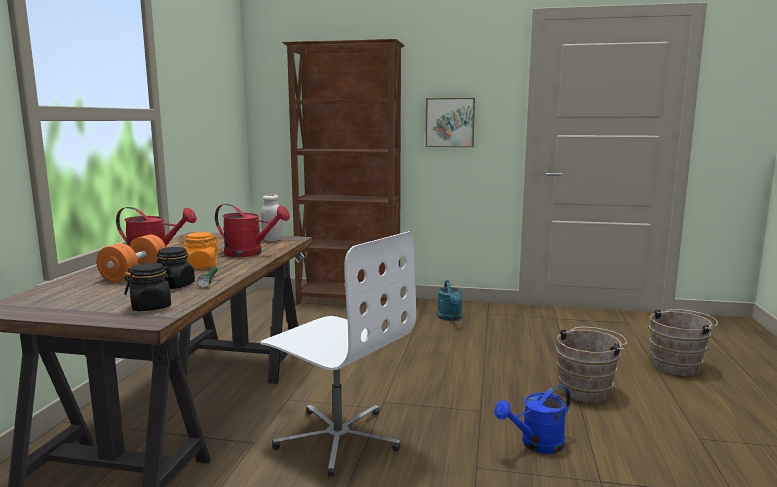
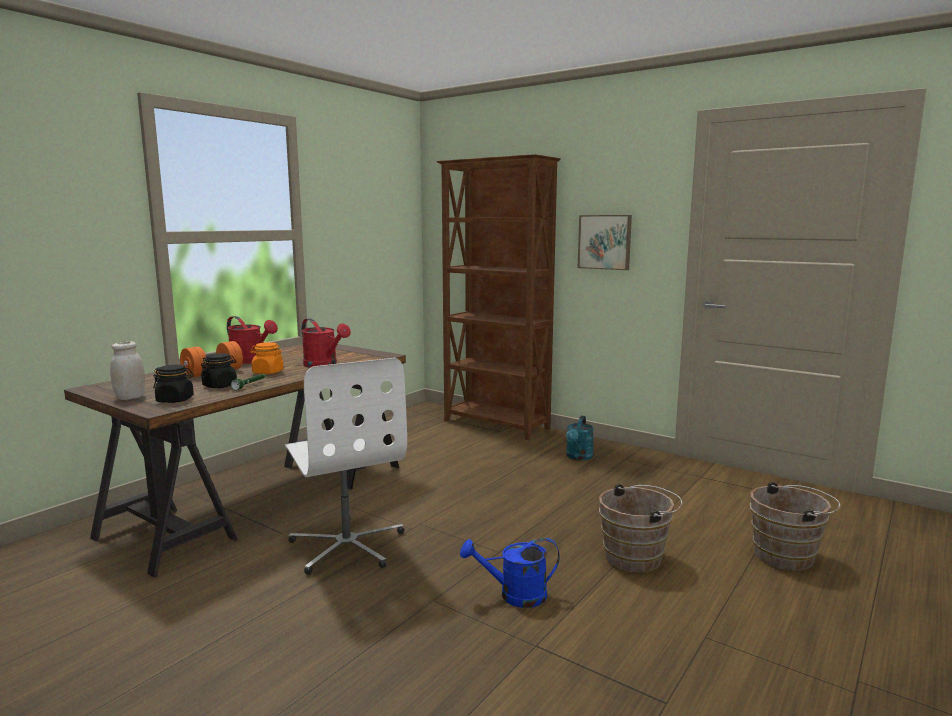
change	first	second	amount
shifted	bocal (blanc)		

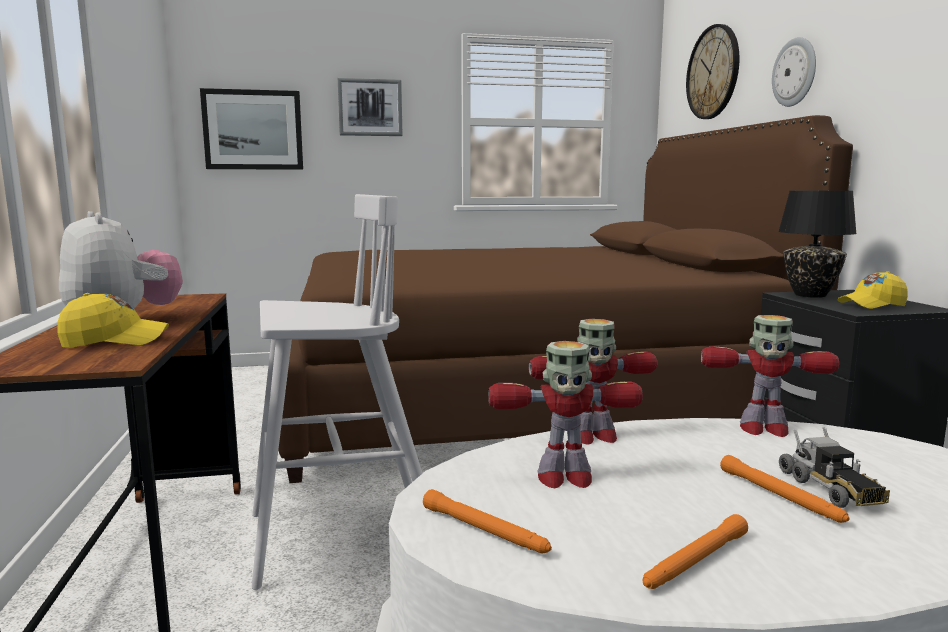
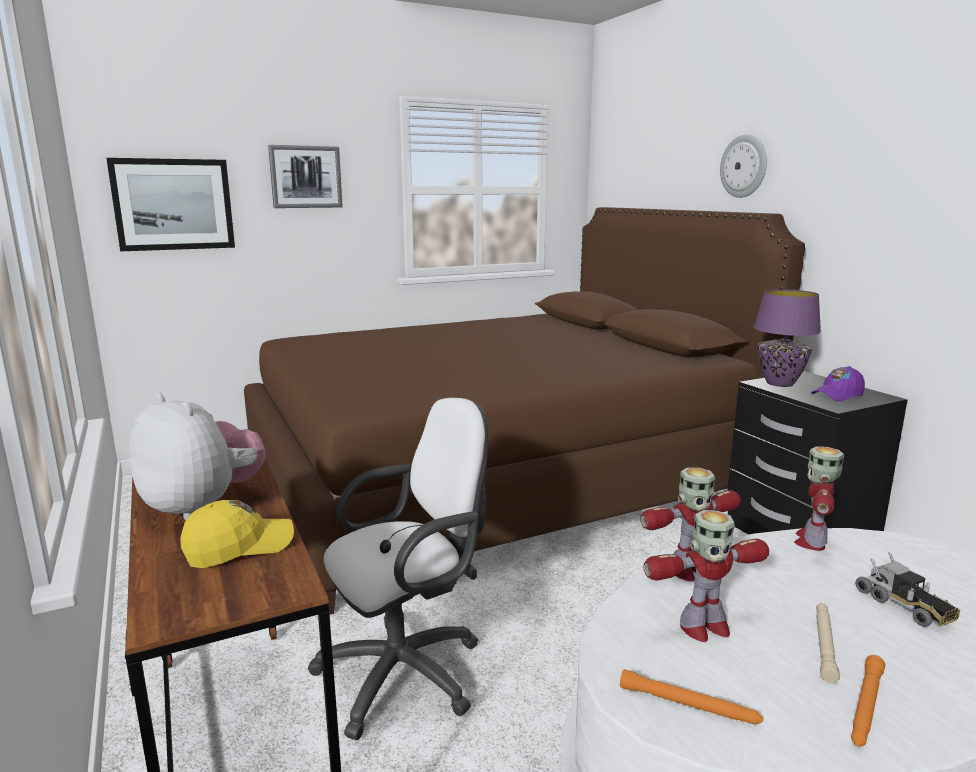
change	first	second	amount
swapped	tabouret (blanc)	chaise de bureau (blanc)	
repainted	lampe de table (noir)	lampe de table (violet)	
rotated	robot jouet (no. 3 from left)		120 degrees clockwise
repainted	casquette (jaune) (no. 2 from left)	casquette (violet)	
new		lampe de poche (beige)	
gone	horloge murale (no. 1 from left)		
gone	lampe de poche (orange) (no. 3 from left)		

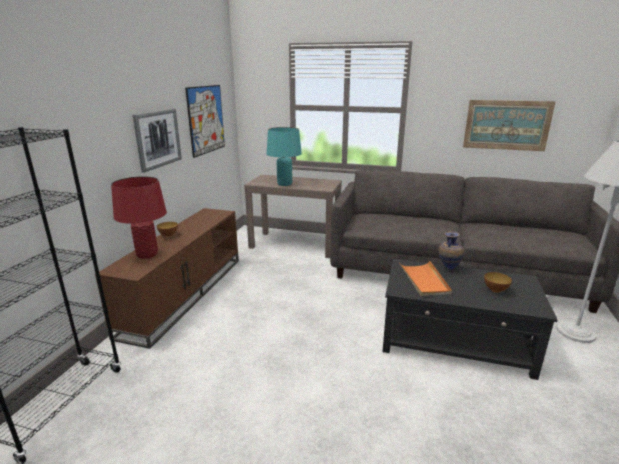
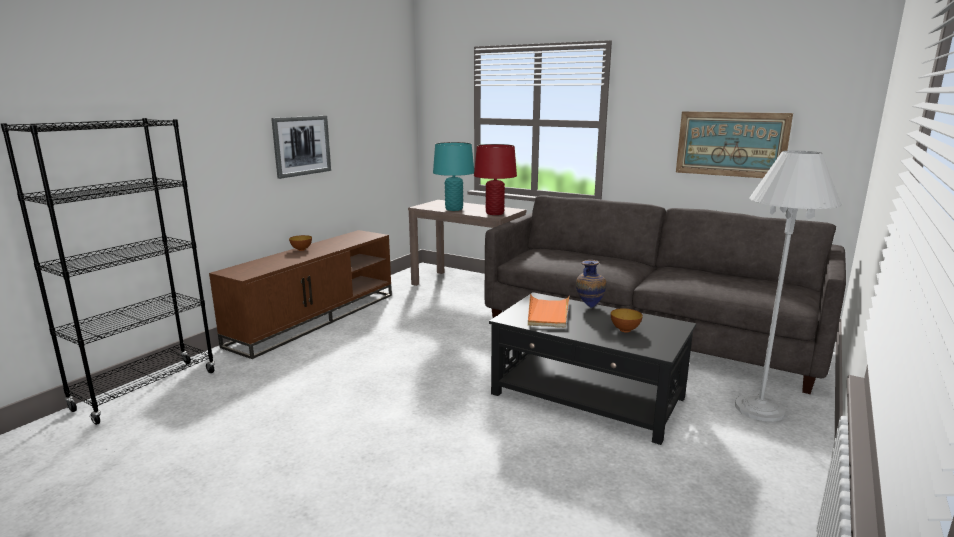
change	first	second	amount
shifted	lampe de table (rouge)		
gone	tableau (no. 2 from left)		

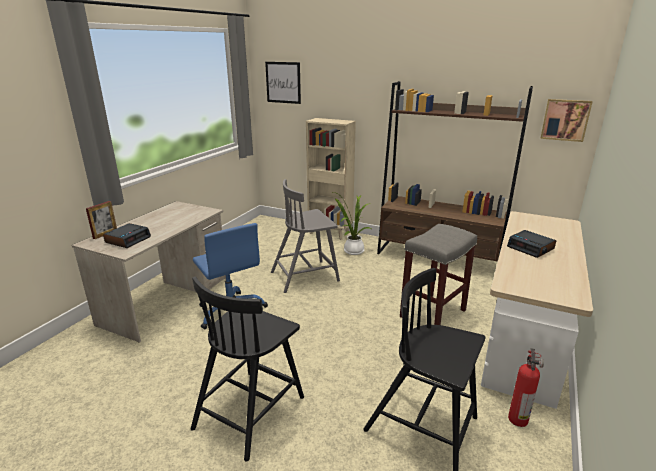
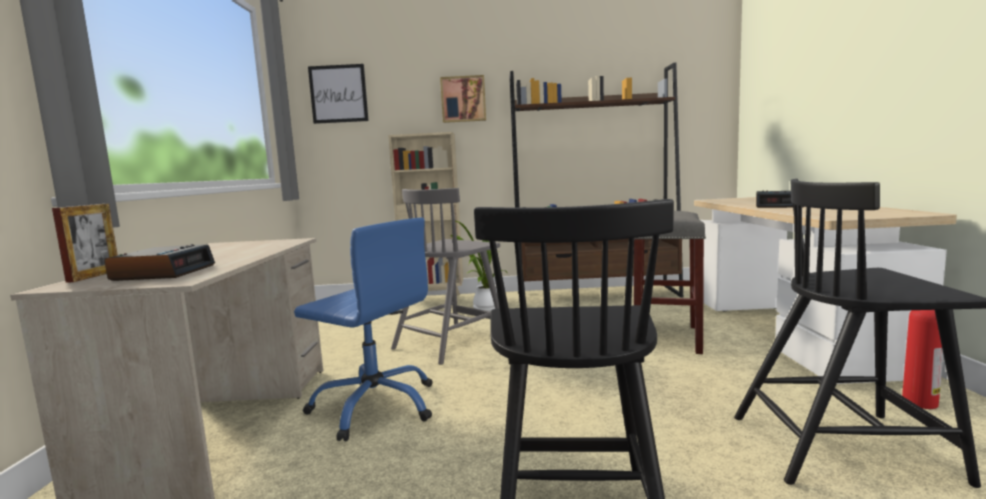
change	first	second	amount
shifted	tableau (no. 2 from left)		

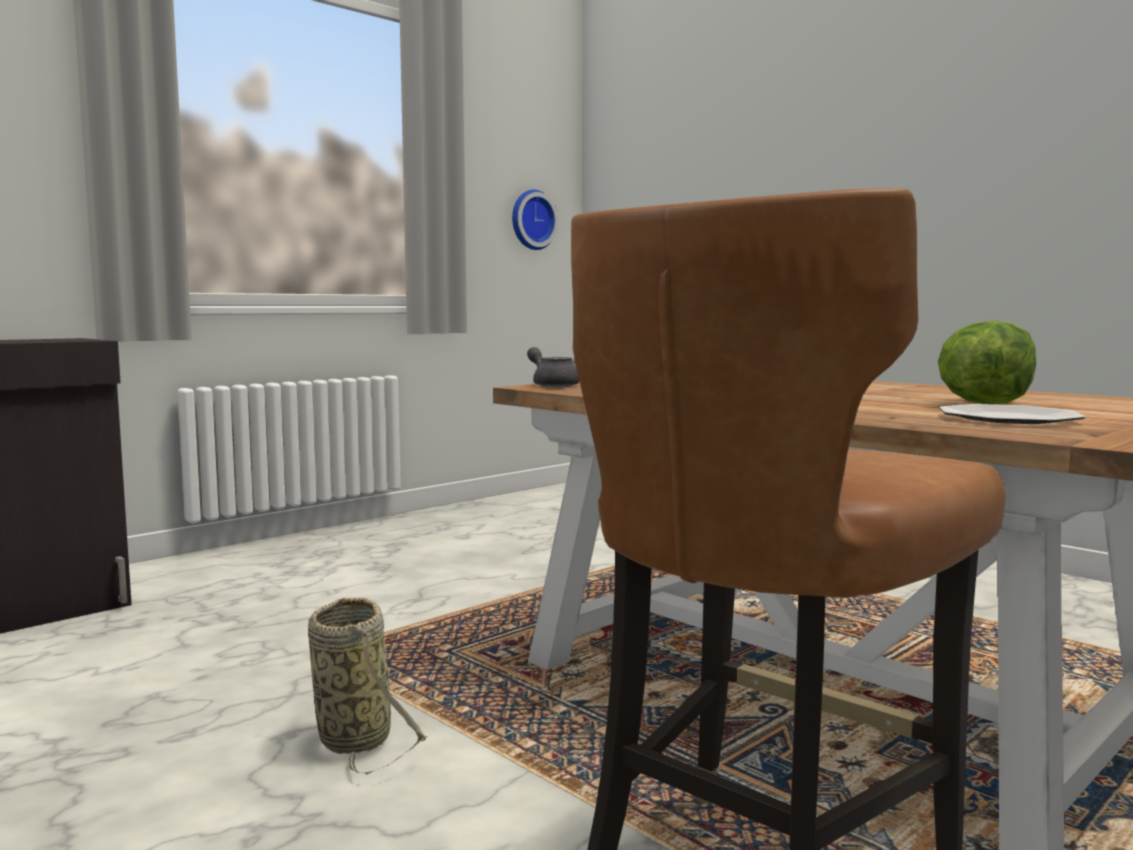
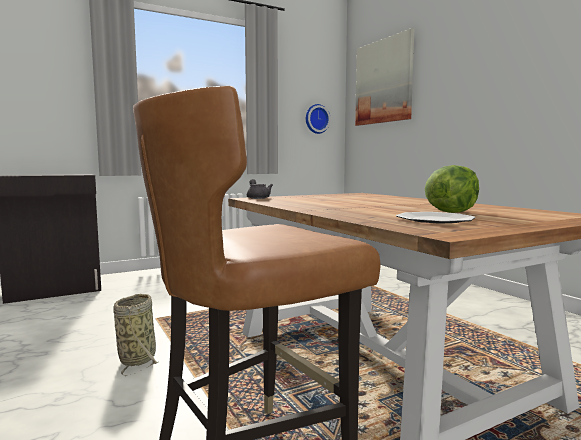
change	first	second	amount
new		tableau	

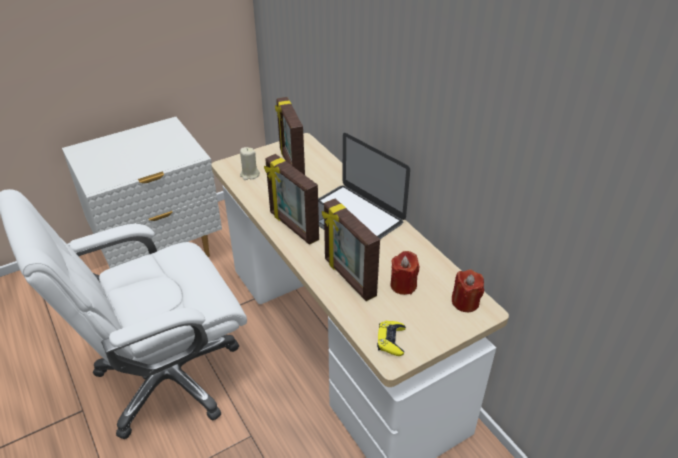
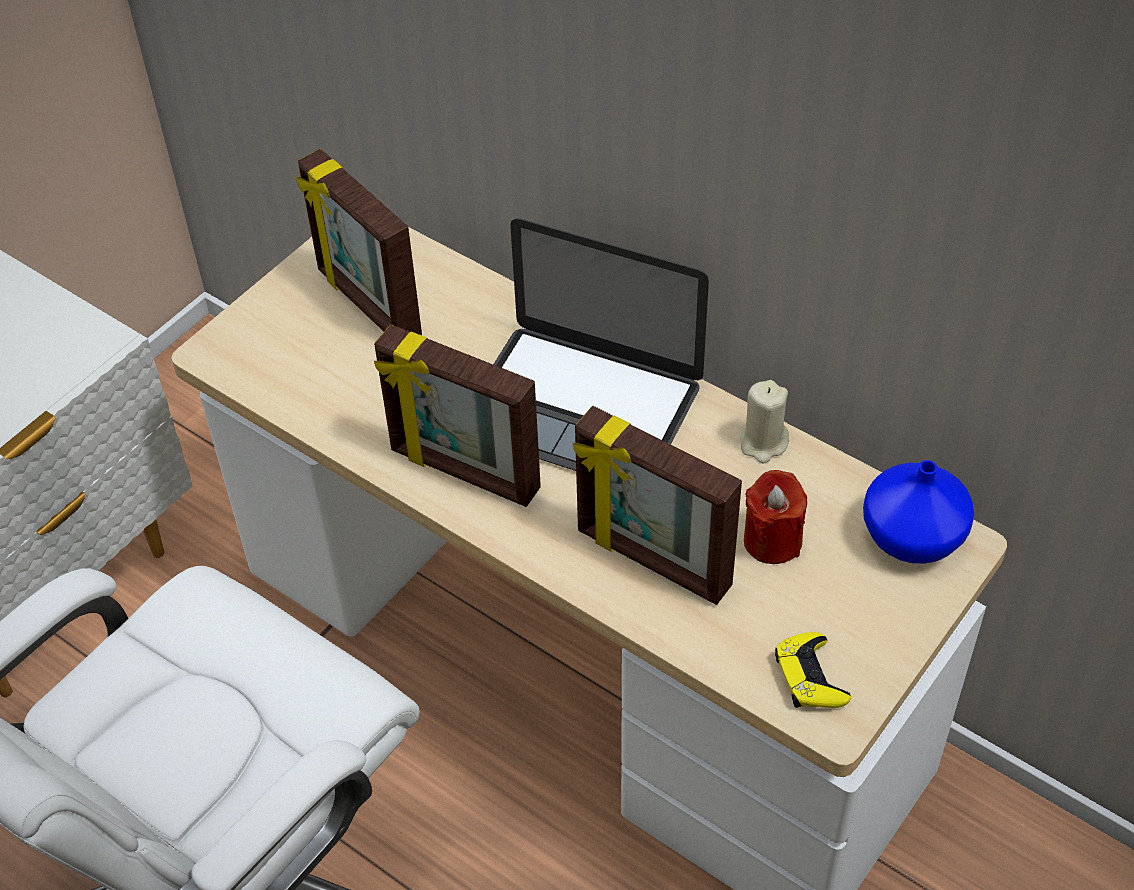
change	first	second	amount
shifted	bougie (beige)		
swapped	bougie (rouge) (no. 2 from left)	vase (bleu)	

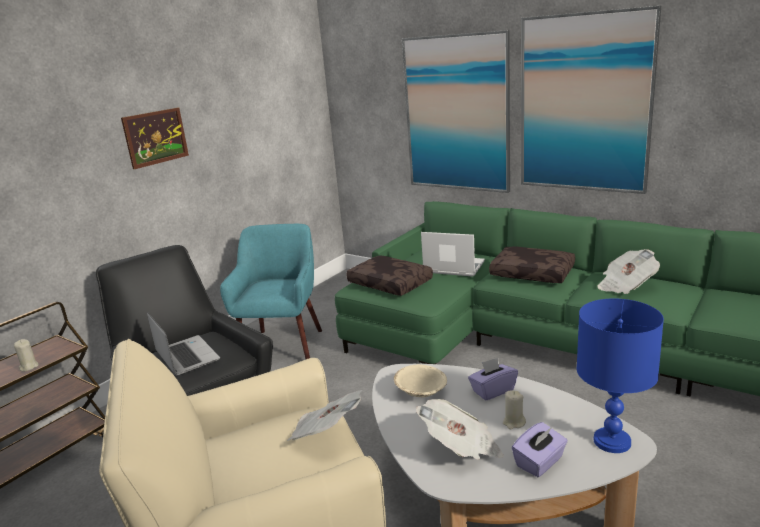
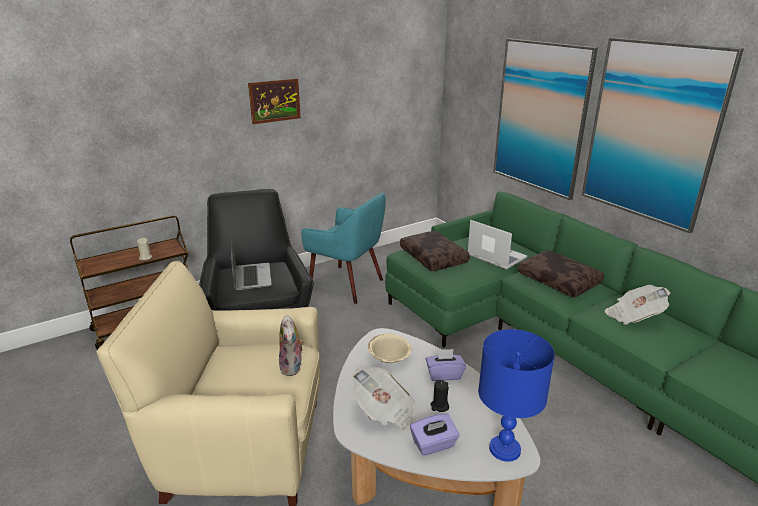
change	first	second	amount
swapped	journal (no. 1 from left)	peluche	
rotated	fauteuil (turquoise)		90 degrees clockwise
repainted	bougie (beige) (no. 2 from left)	bougie (noir)	

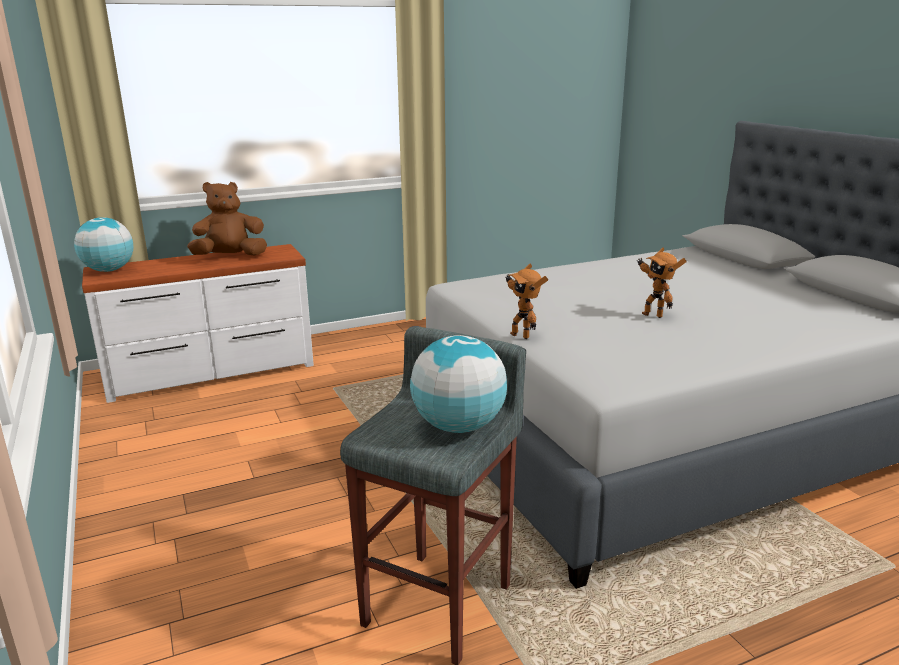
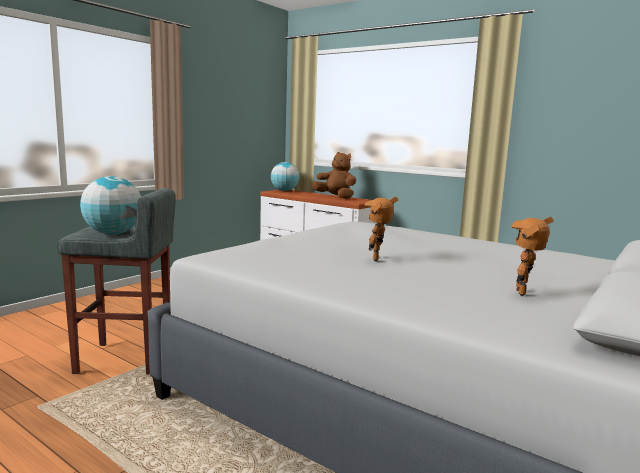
change	first	second	amount
shifted	robot jouet (no. 1 from left in the first image)	robot jouet (no. 2 from left)	

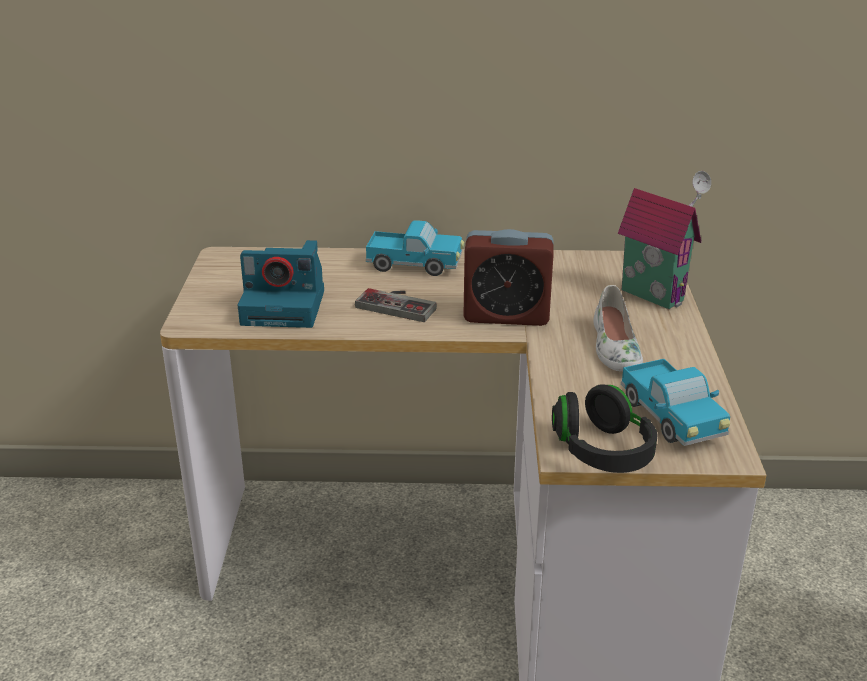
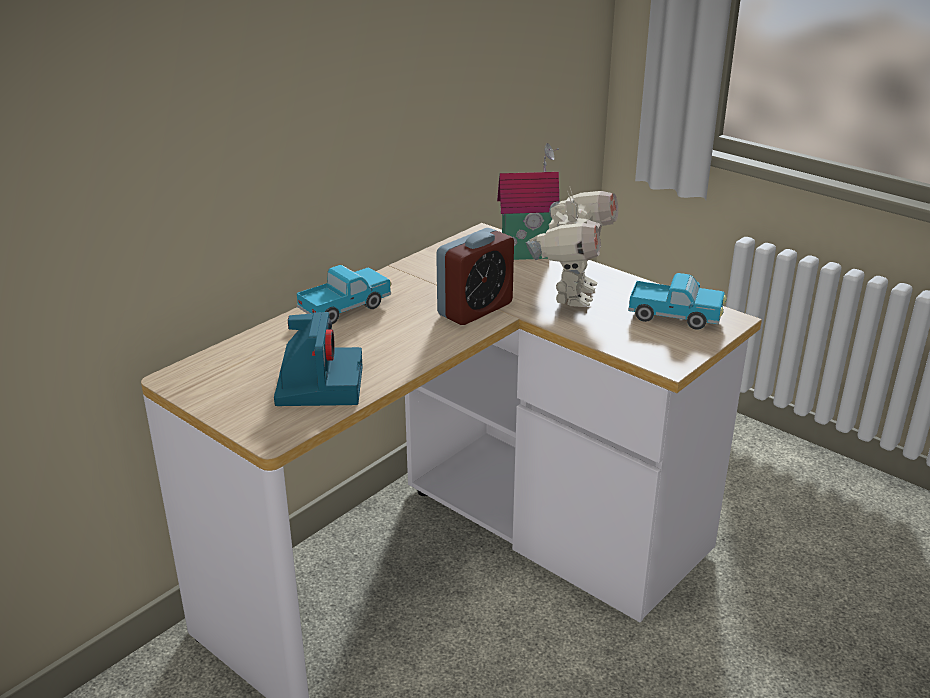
change	first	second	amount
rotated	appareil photo		45 degrees counterclockwise
swapped	chaussure (blanc)	robot jouet	
gone	manette		
gone	casque audio (noir)		

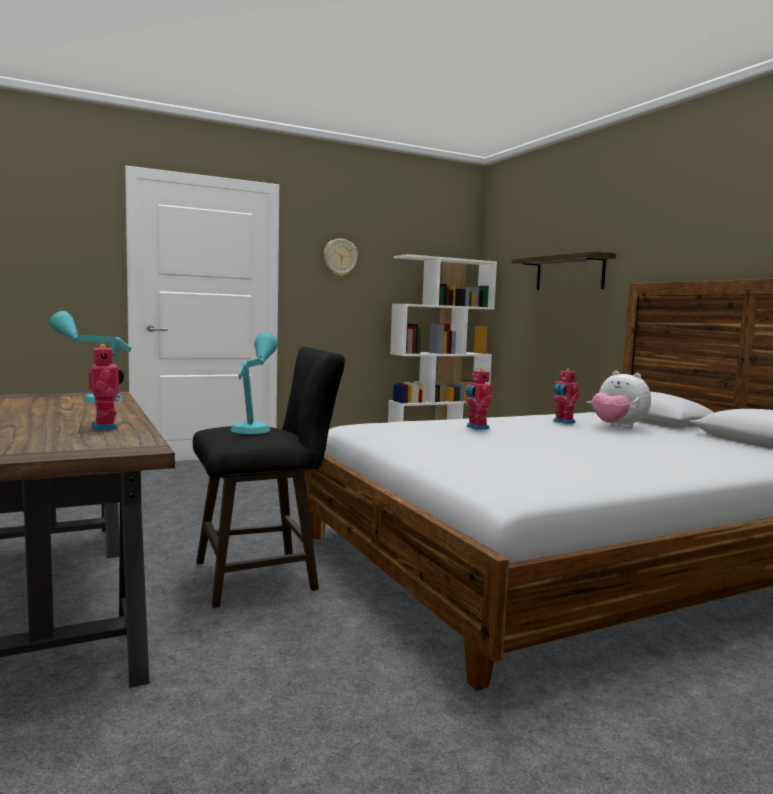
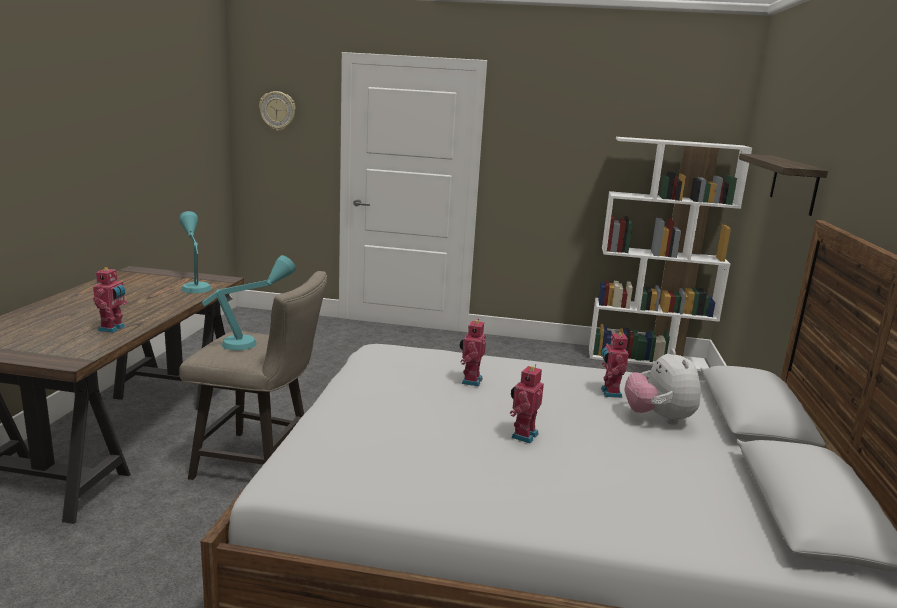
change	first	second	amount
repainted	tabouret (noir)	tabouret (beige)	
shifted	horloge murale		
new		robot jouet (no. 3 from left)	

